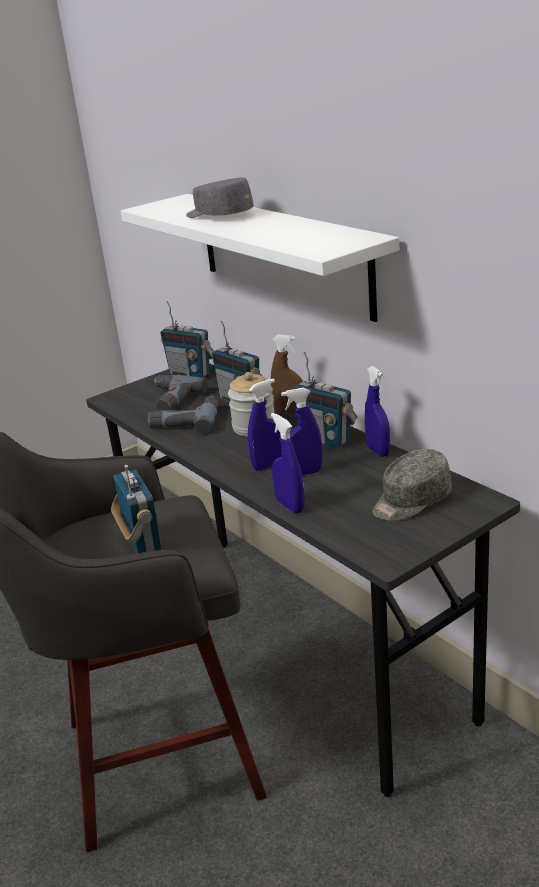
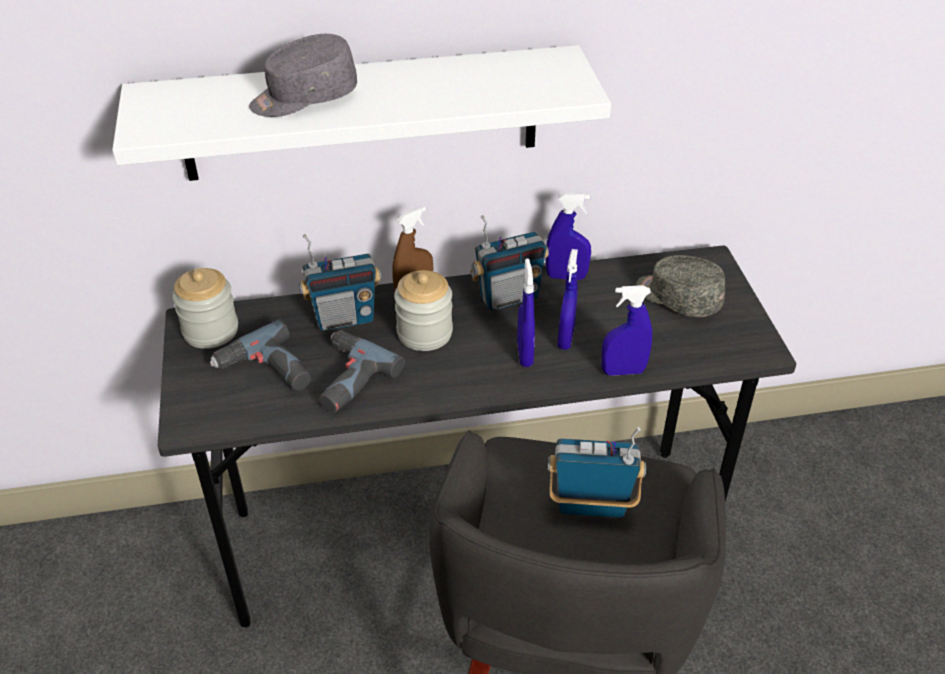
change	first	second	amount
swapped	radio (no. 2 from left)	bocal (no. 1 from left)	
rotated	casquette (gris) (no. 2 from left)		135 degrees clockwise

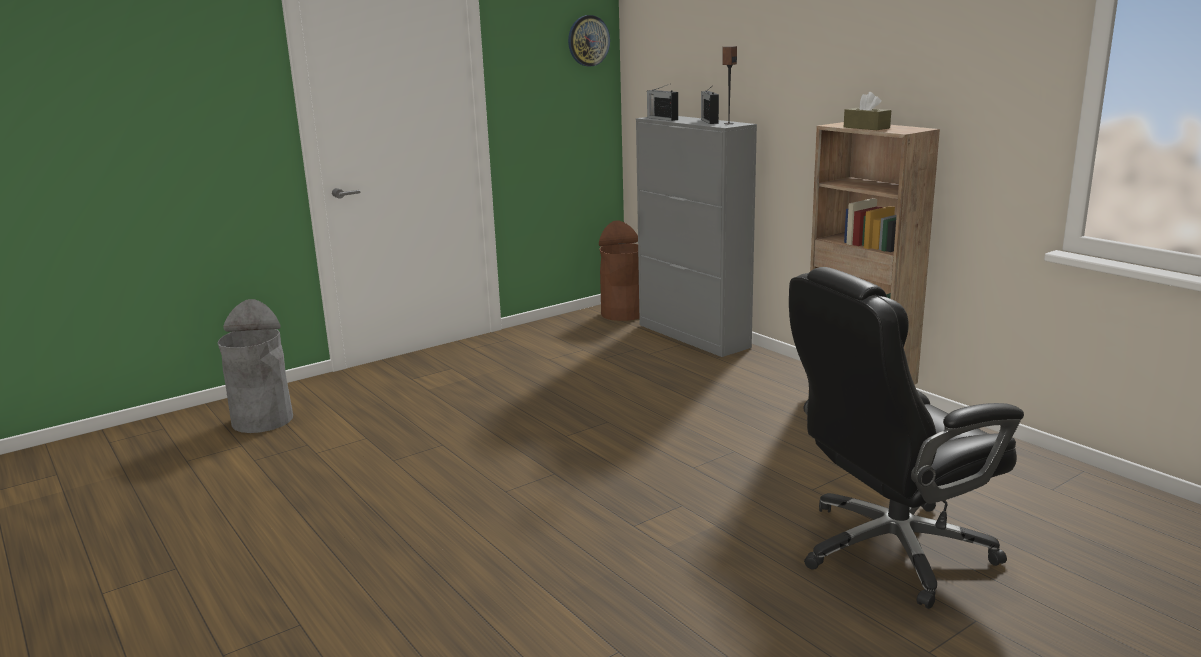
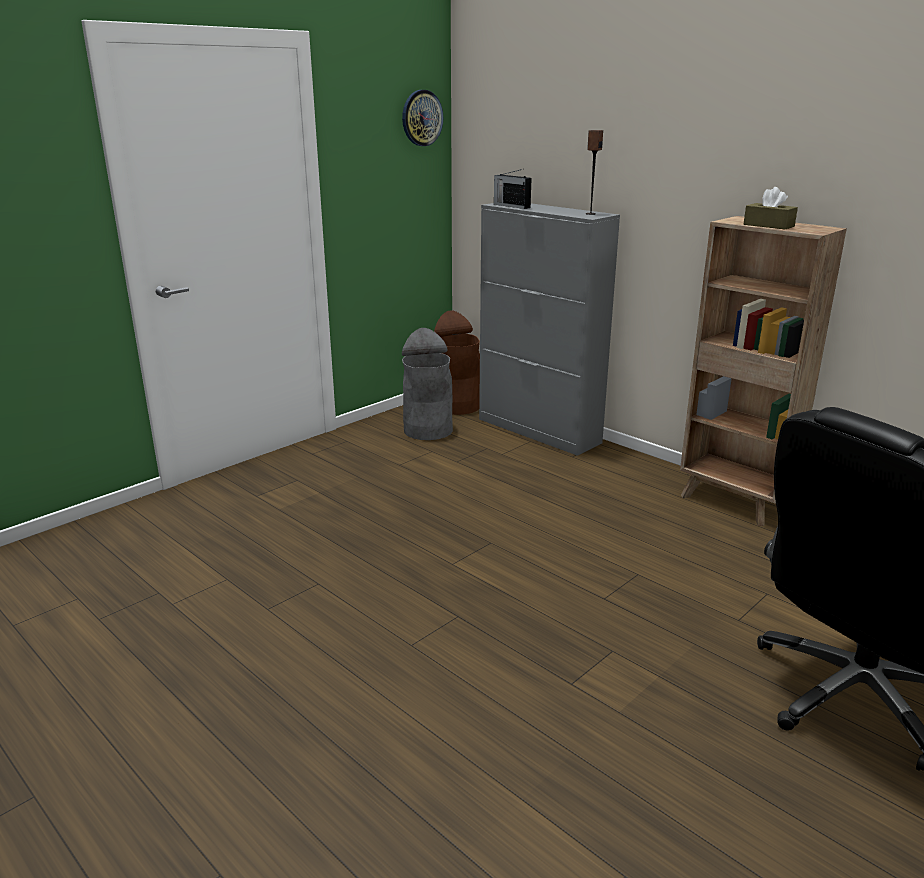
change	first	second	amount
shifted	poubelle (gris)		
gone	radio (no. 2 from left)		

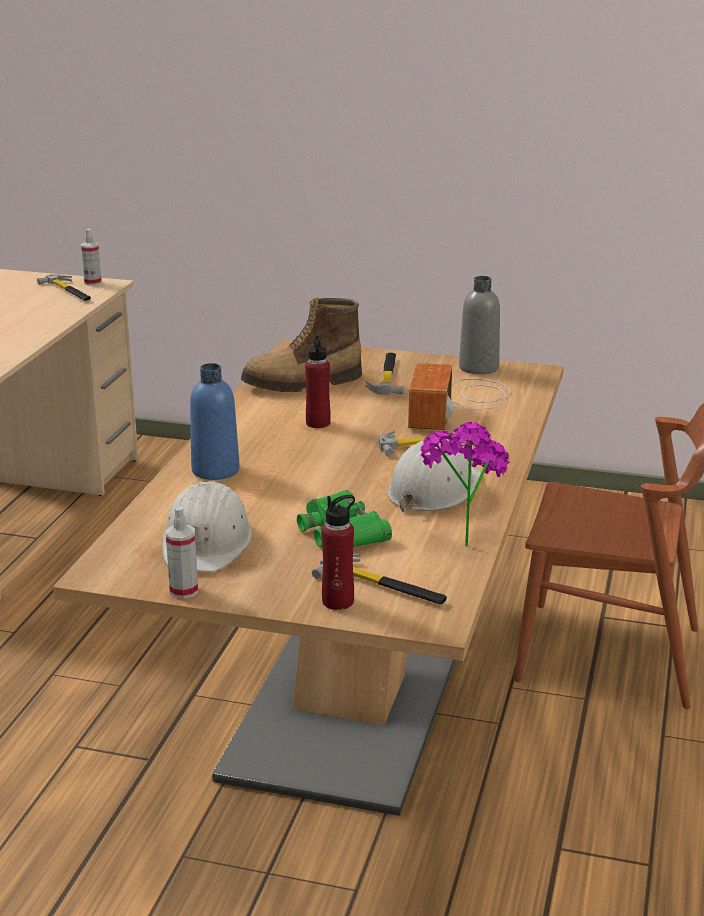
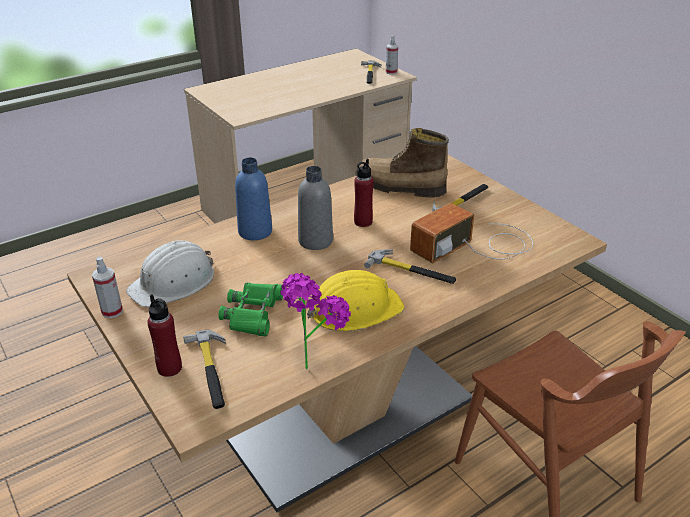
change	first	second	amount
shifted	bouteille (gris)		
repainted	casque de chantier (blanc) (no. 2 from left)	casque de chantier (jaune)	

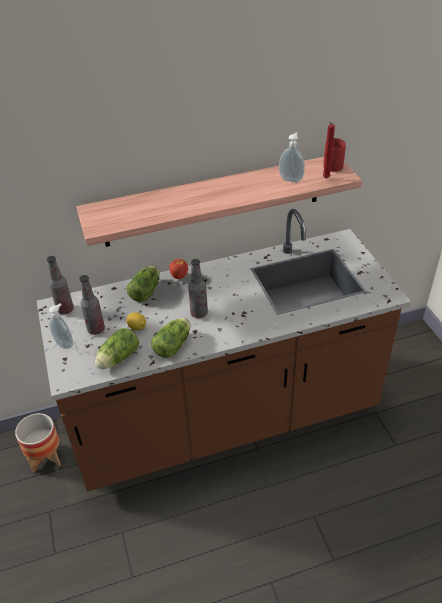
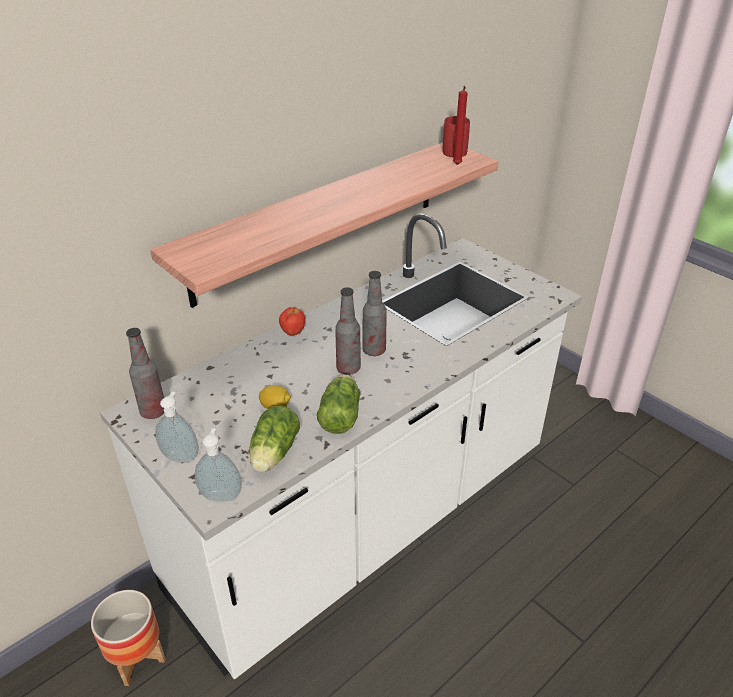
change	first	second	amount
repainted	comptoir de cuisine (marron)	comptoir de cuisine (blanc)	
shifted	distributeur de savon (no. 2 from left)		
shifted	bouteille (no. 2 from left in the first image)	bouteille (no. 3 from left)	
gone	laitue (no. 2 from left)		

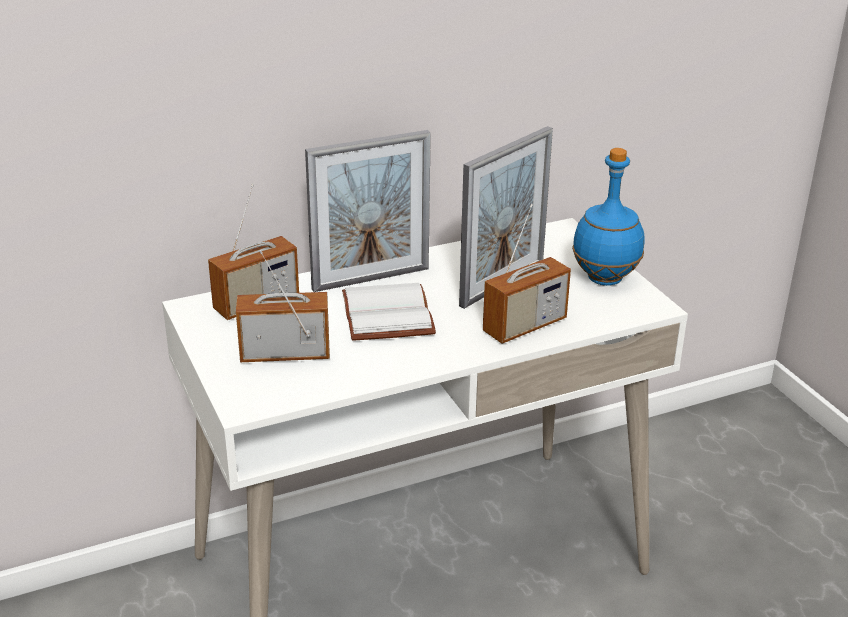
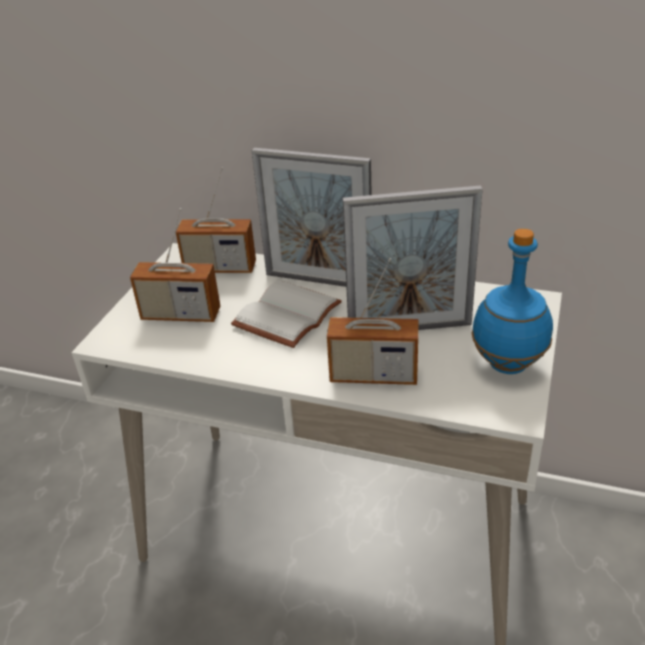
change	first	second	amount
rotated	radio (no. 2 from left in the first image)	radio (no. 1 from left)	150 degrees clockwise

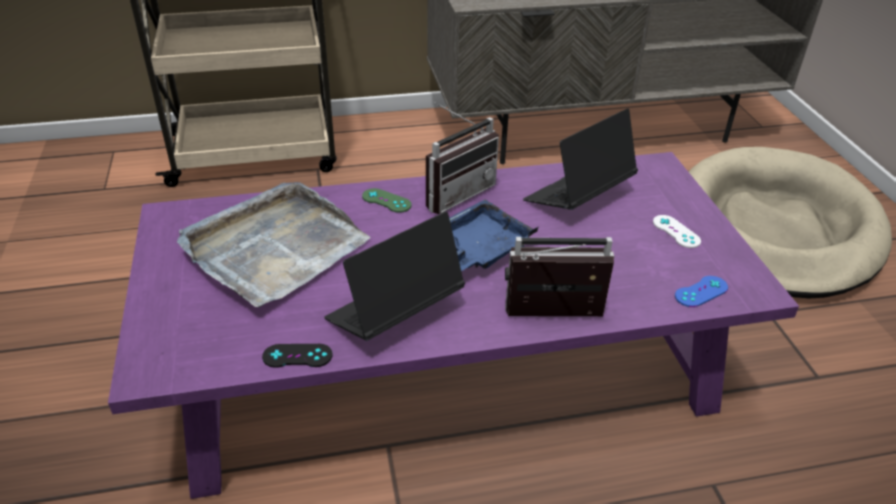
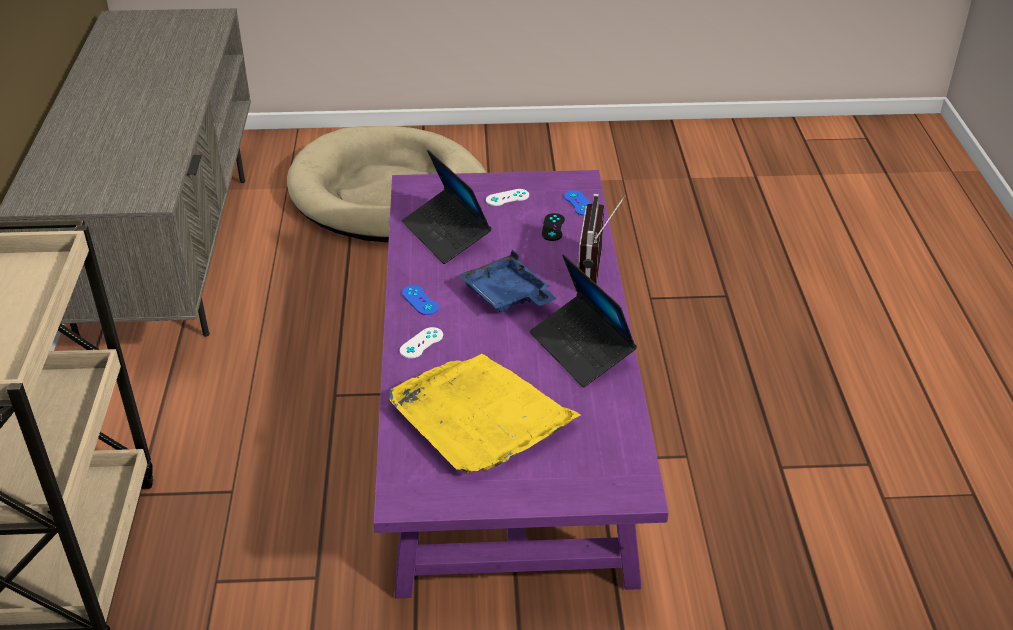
change	first	second	amount
repainted	plateau (gris)	plateau (jaune)	
repainted	manette (vert)	manette (blanc) (no. 1 from left)	
swapped	radio (no. 1 from left)	manette (bleu) (no. 1 from left)	
shifted	manette (noir)		

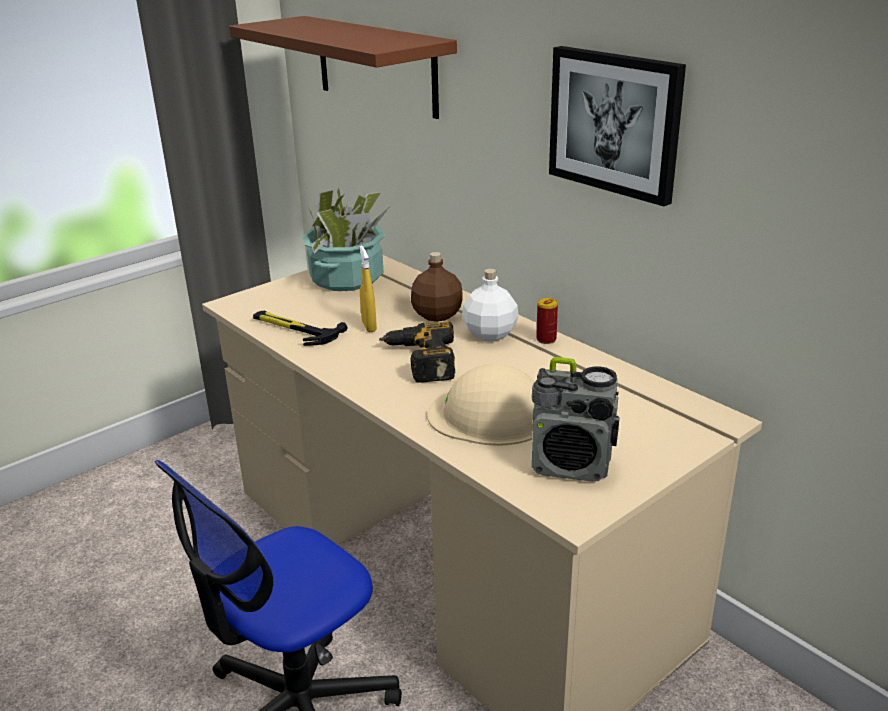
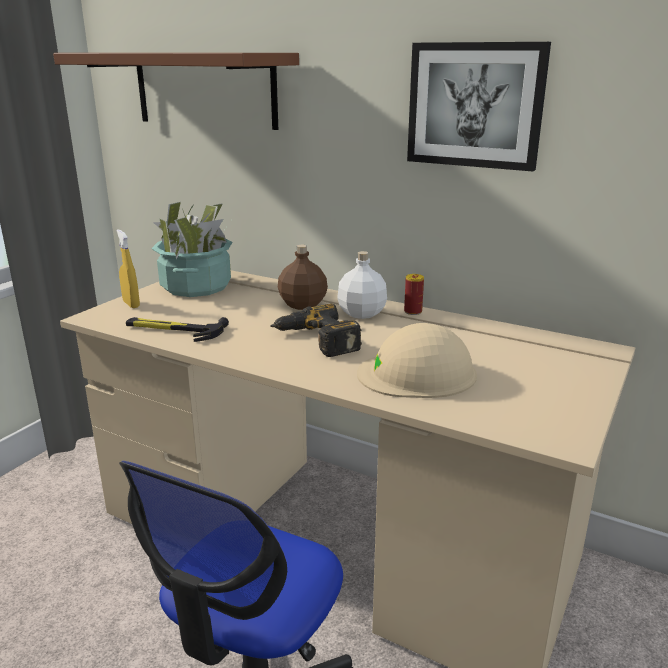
change	first	second	amount
shifted	vaporisateur (jaune)		
gone	radio		

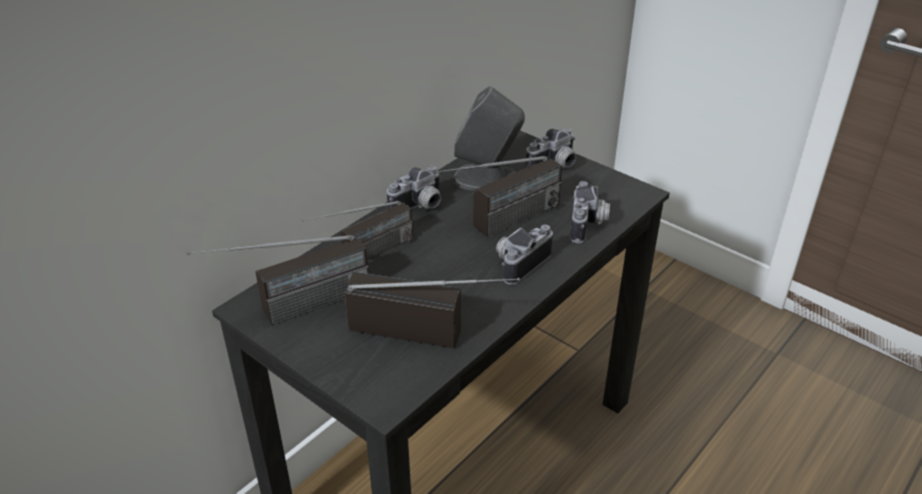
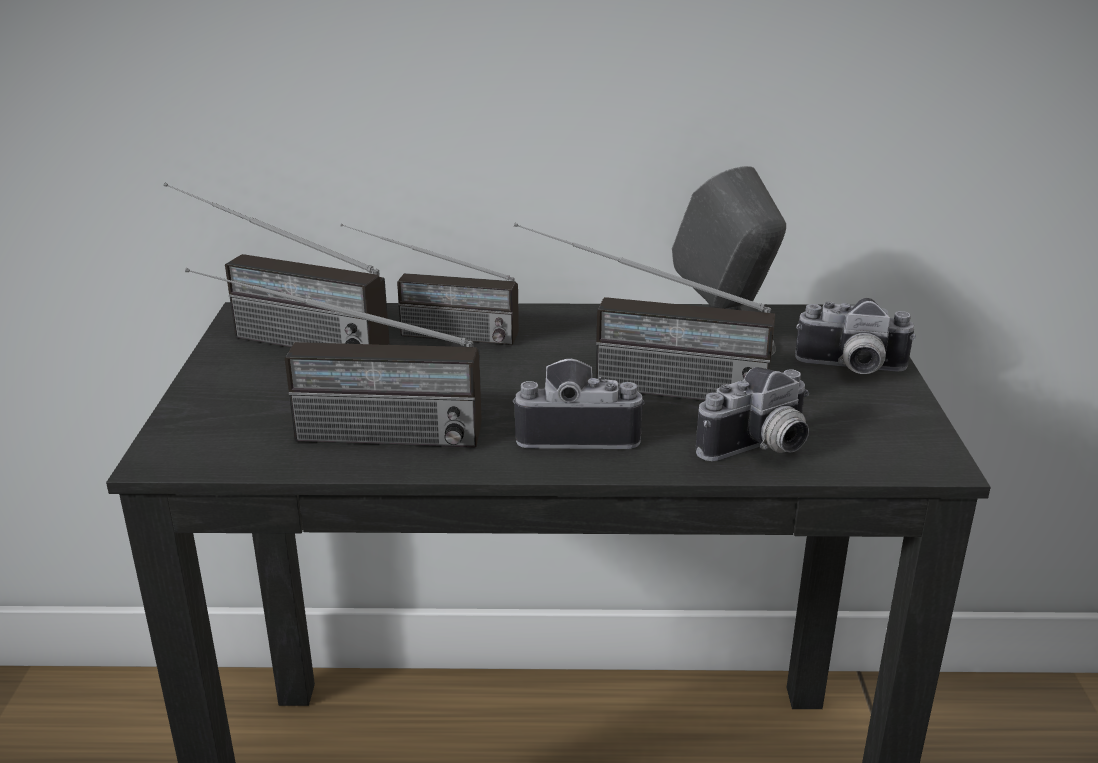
change	first	second	amount
rotated	radio (no. 3 from left in the first image)	radio (no. 2 from left)	120 degrees clockwise
gone	appareil photo (no. 1 from left)		

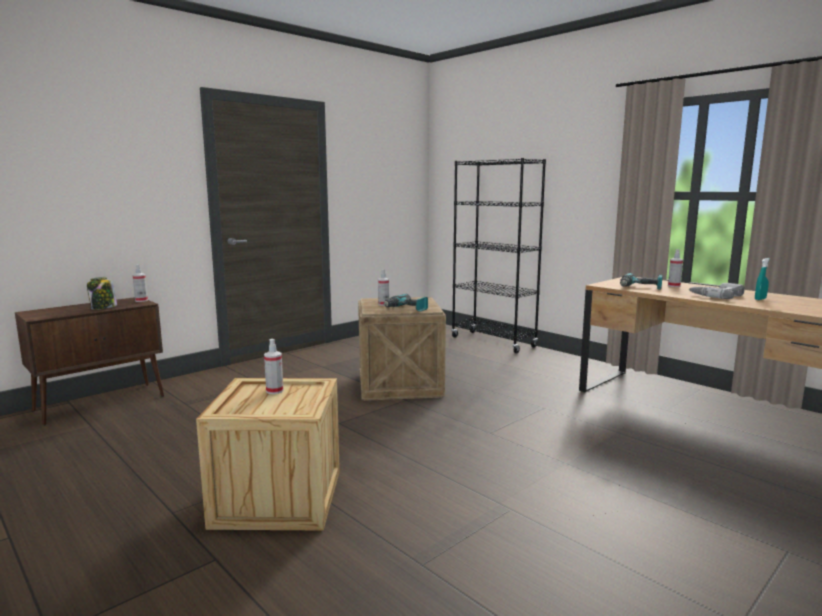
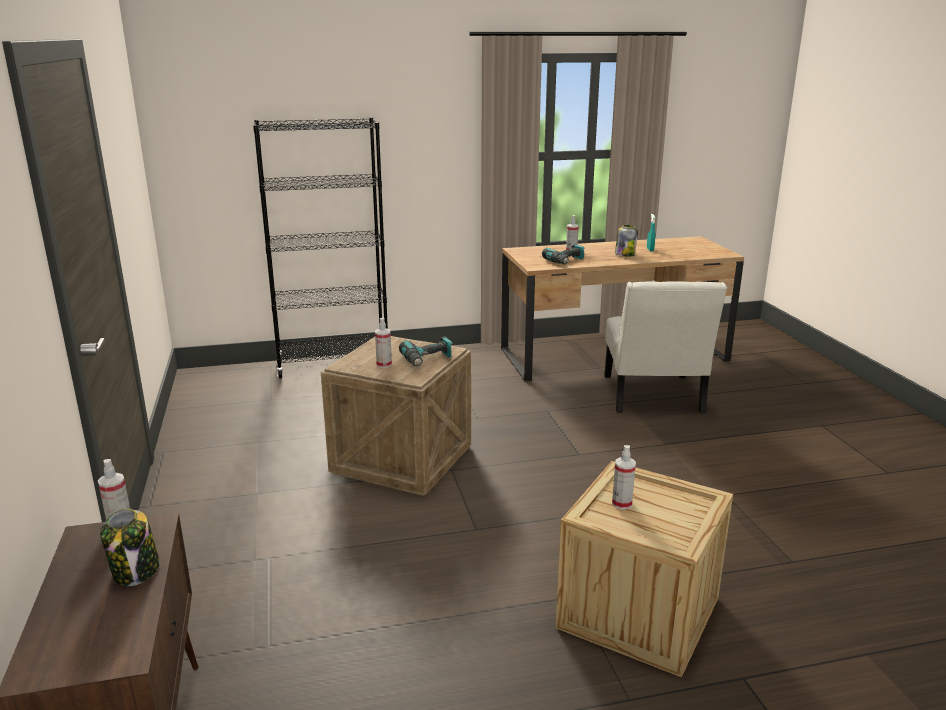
change	first	second	amount
new		chaise (blanc)	
swapped	perceuse (no. 3 from left)	bocal (no. 2 from left)	

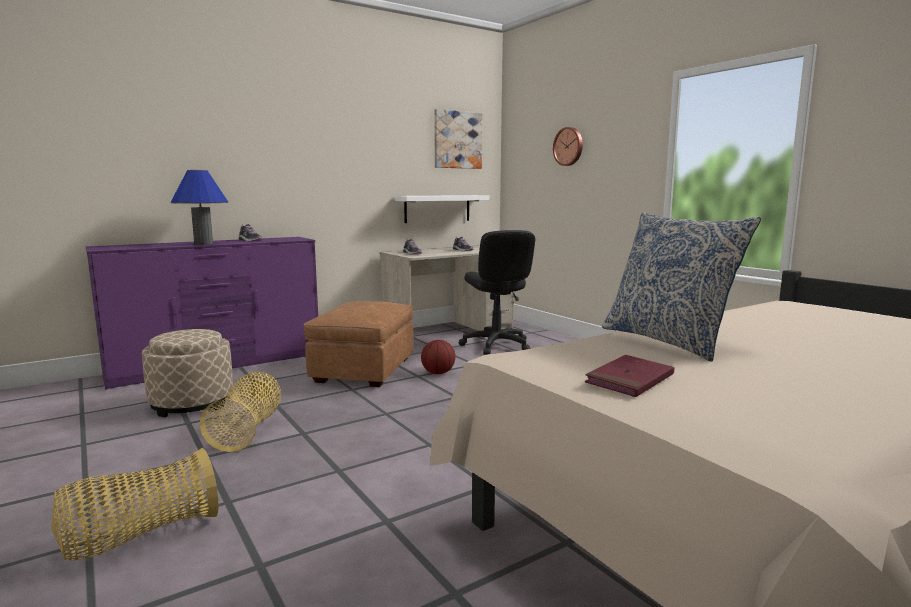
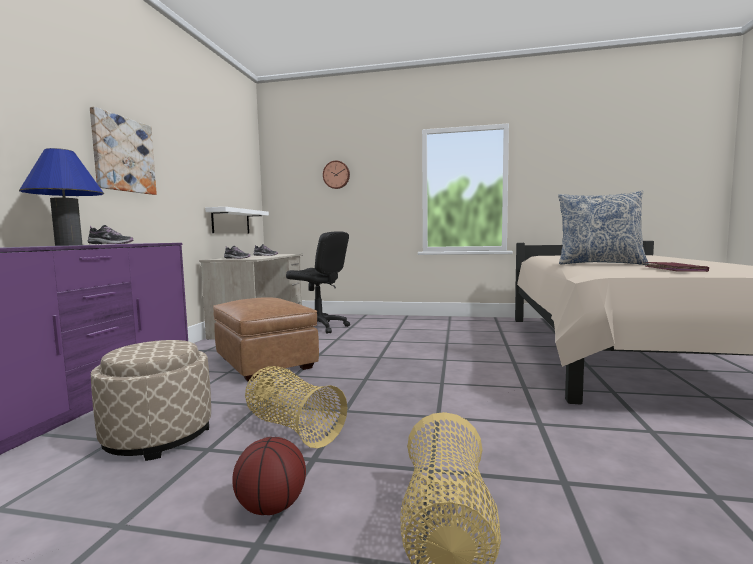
change	first	second	amount
shifted	tableau		
shifted	ballon de basket		

